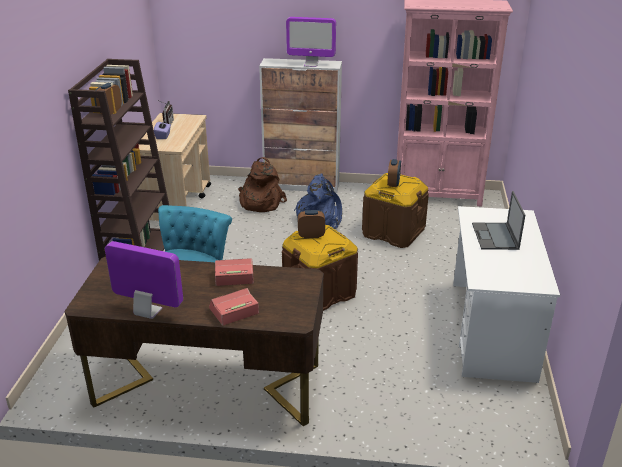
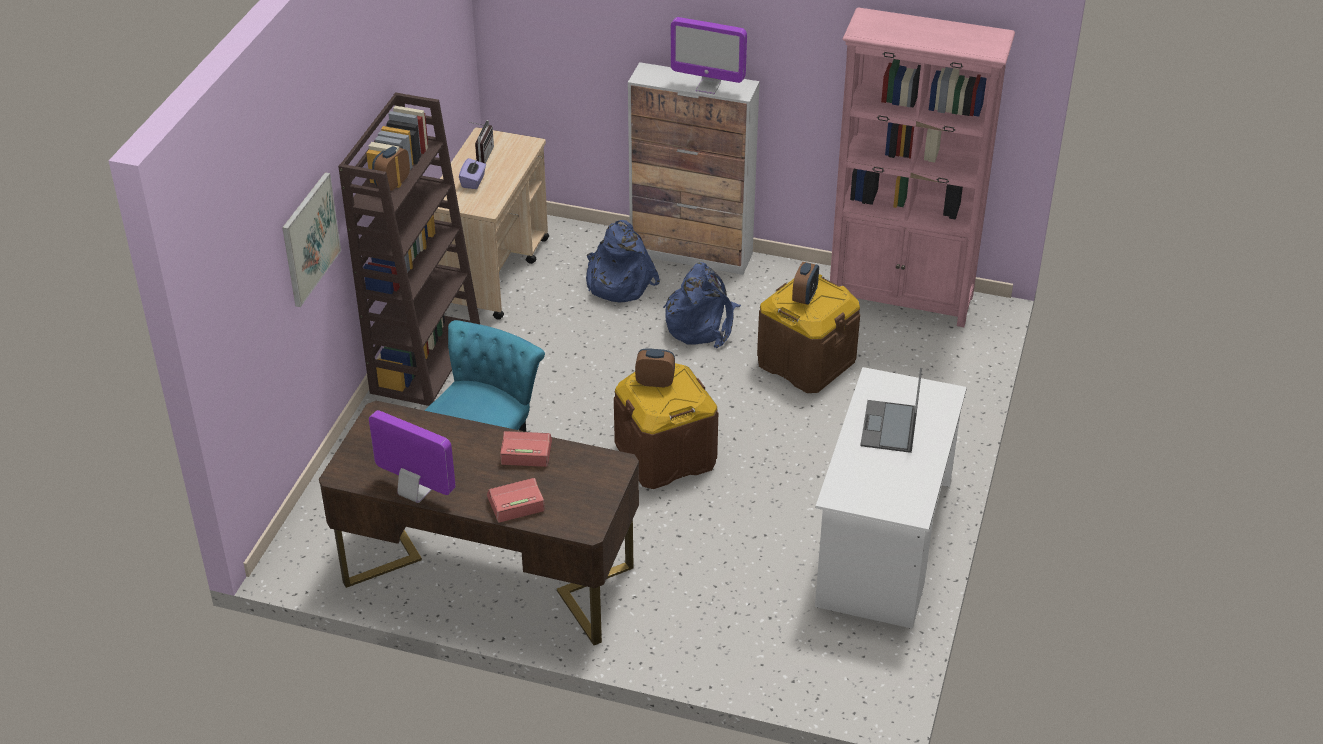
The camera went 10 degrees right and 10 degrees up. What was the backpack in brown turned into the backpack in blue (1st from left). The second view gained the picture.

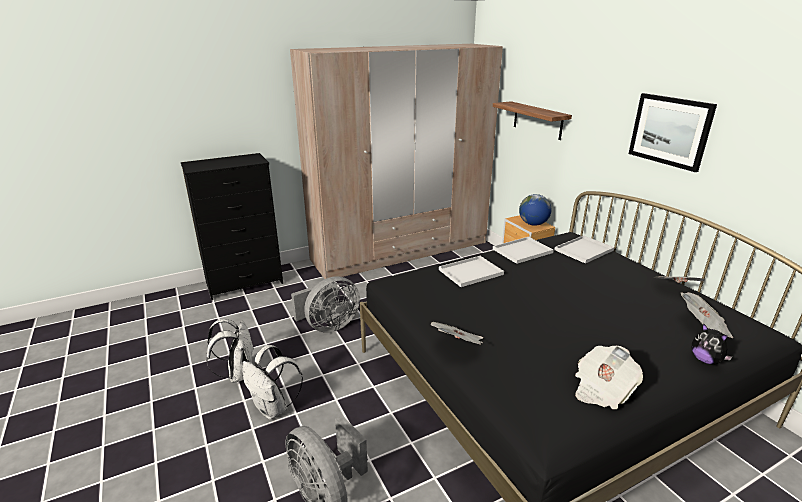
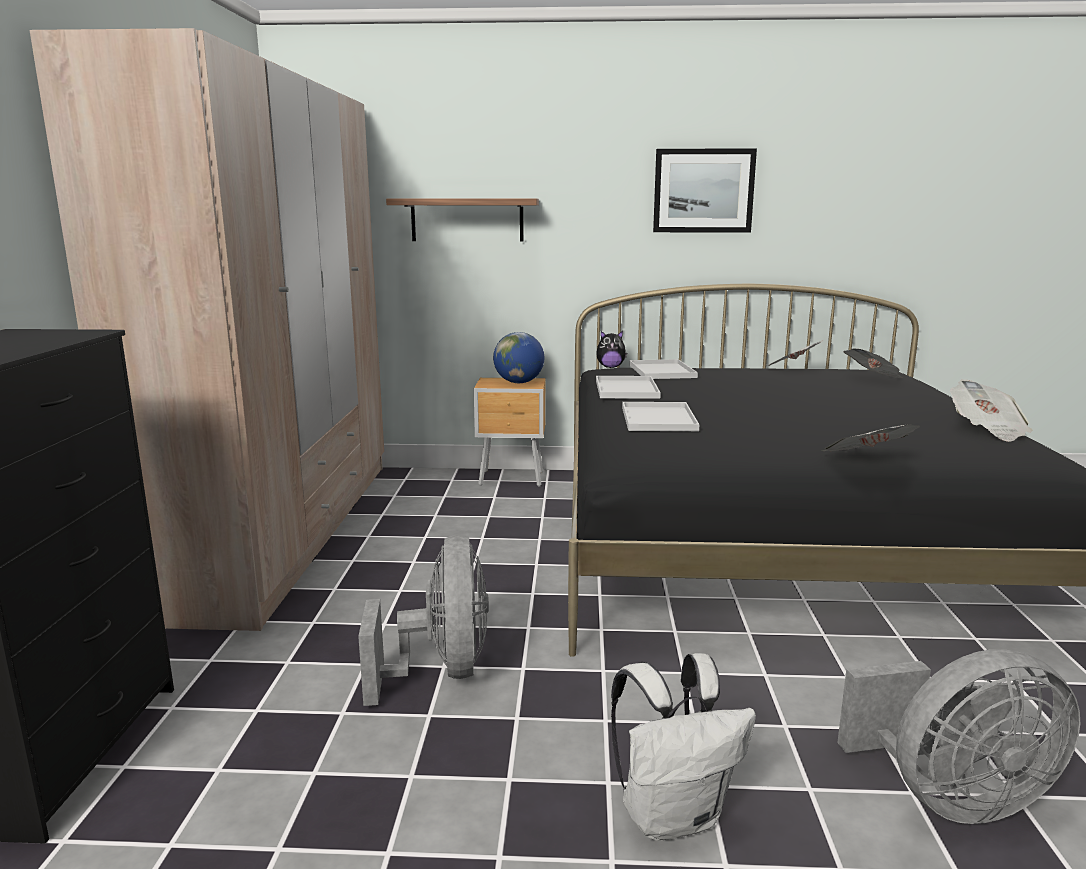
The camera went 60 degrees left and 10 degrees down. The second view lost the backpack in white (1st from left). The plush toy ended up elsewhere.

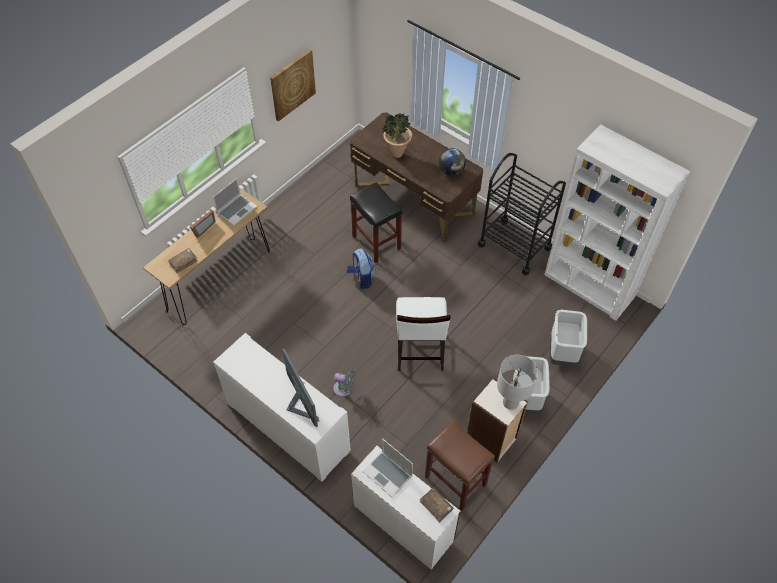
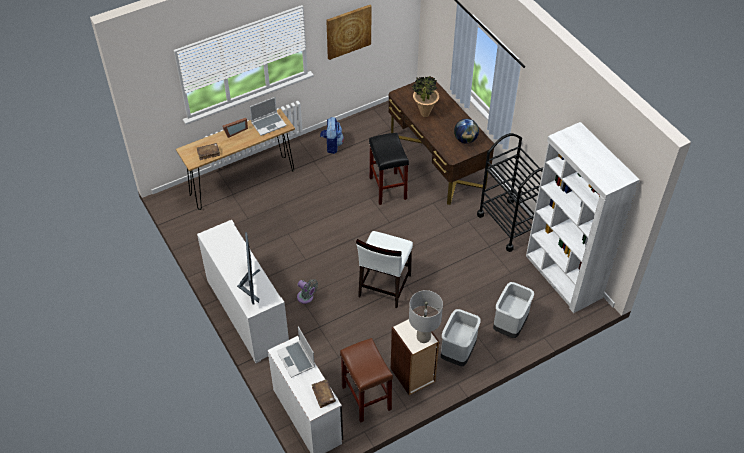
The camera went 20 degrees right and 5 degrees down. The backpack ended up elsewhere.

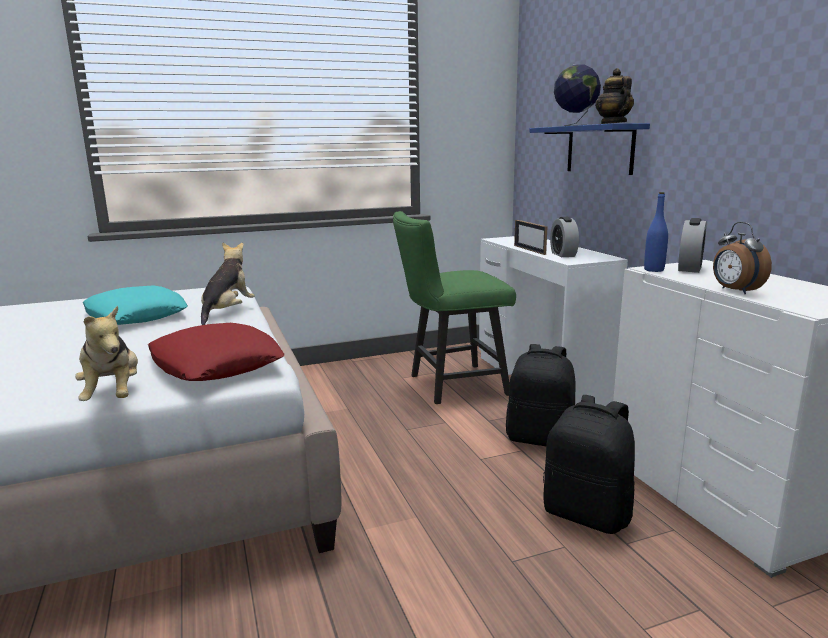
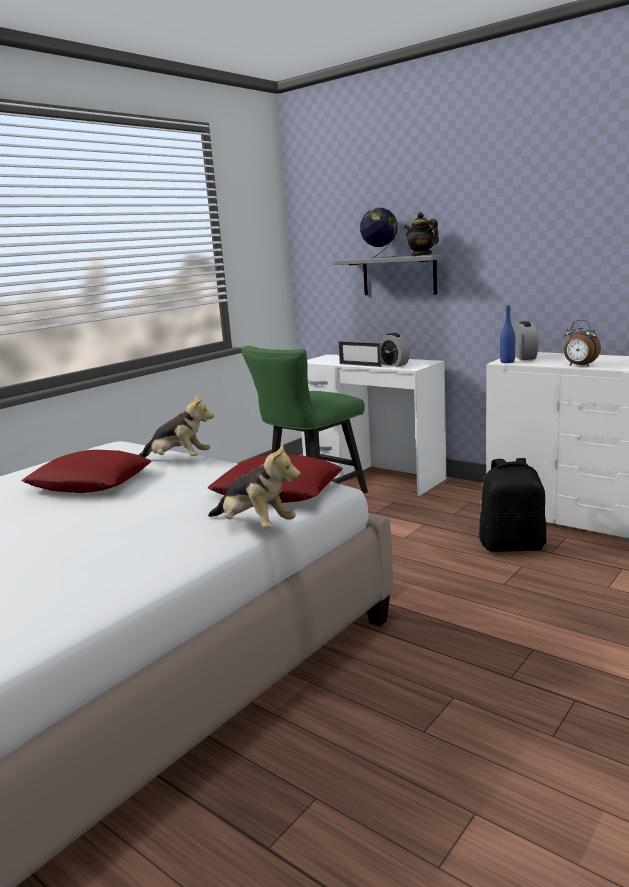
The camera went 30 degrees left and 0 degrees up. What was the shelf in blue turned into the shelf in grey. The plush toy (2nd from left in the first image) ended up facing another way, 120 degrees clockwise from before. What was the pillow in turquoise turned into the pillow in red (1st from left). The second view lost the backpack in black (1st from left).

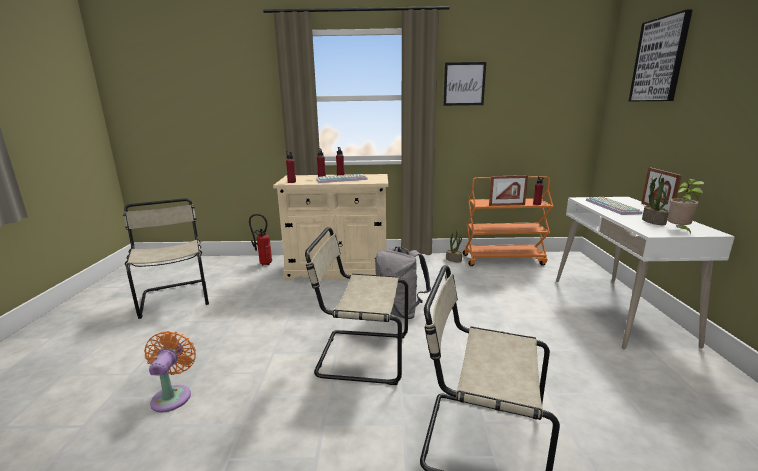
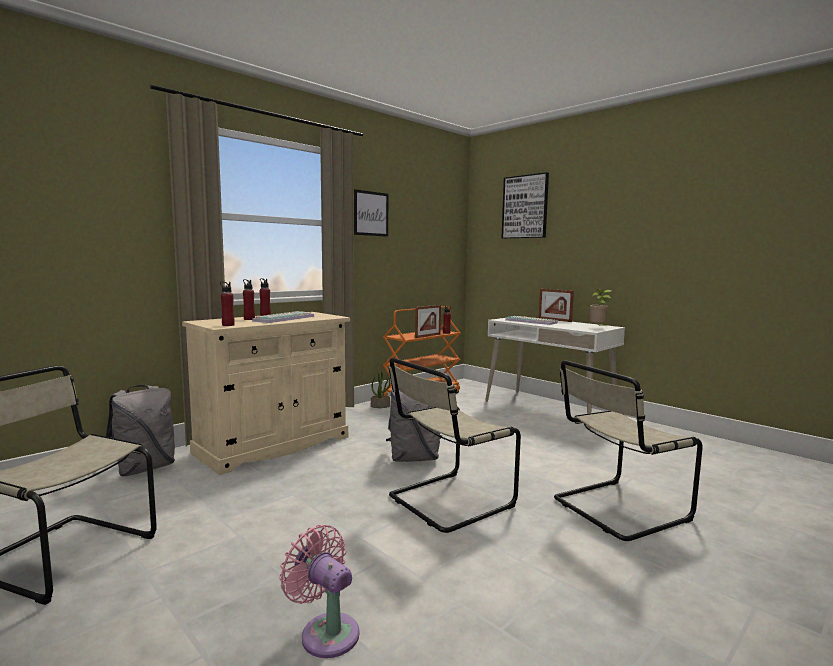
The camera went 45 degrees left and 10 degrees down. The second view lost the potted plant (2nd from left). Where the fire extinguisher stood, the backpack in grey (1st from left) came to stand. What was the fan in orange turned into the fan in pink.

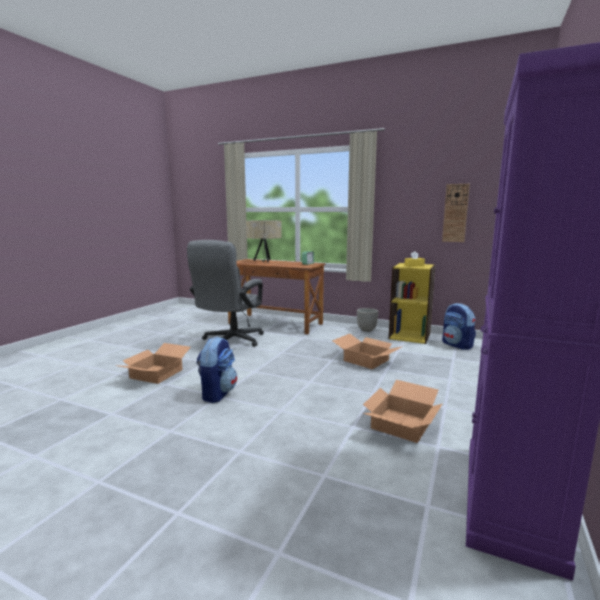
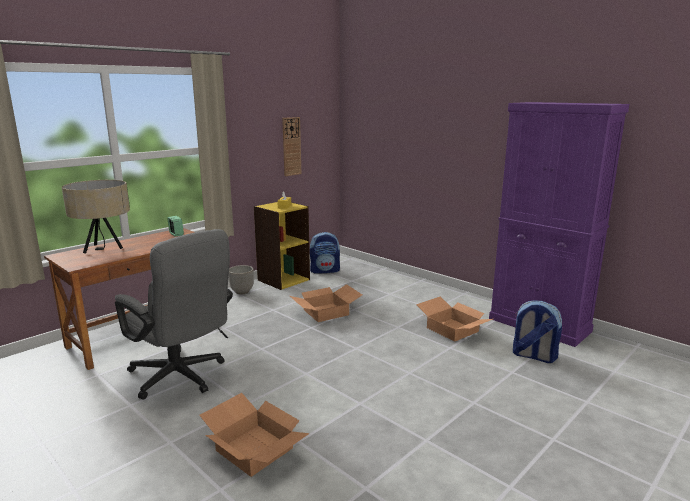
The camera went 70 degrees left and 5 degrees up. The backpack (1st from left in the first image) ended up elsewhere.

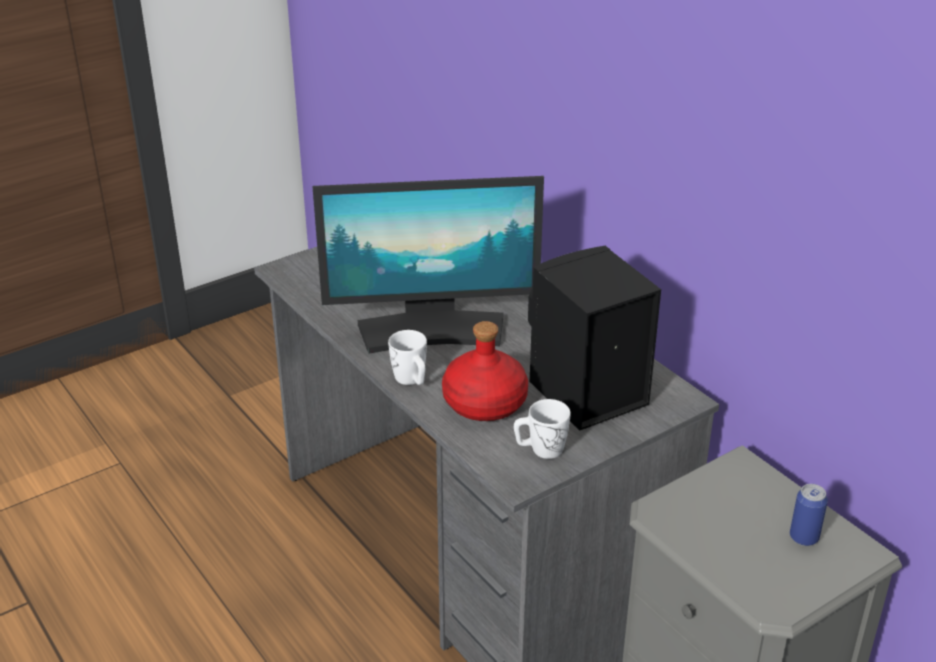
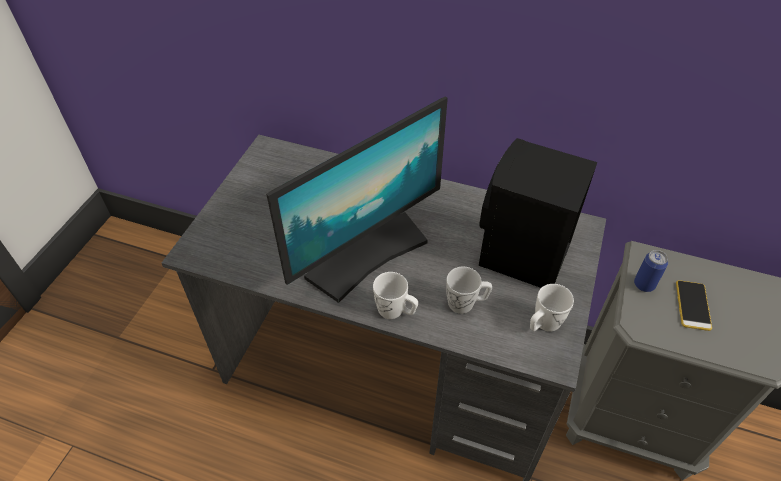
The camera went 35 degrees left and 15 degrees up. Where the bottle in red stood, the mug in white (2nd from left) came to stand. The can ended up elsewhere. The second view gained the phone.

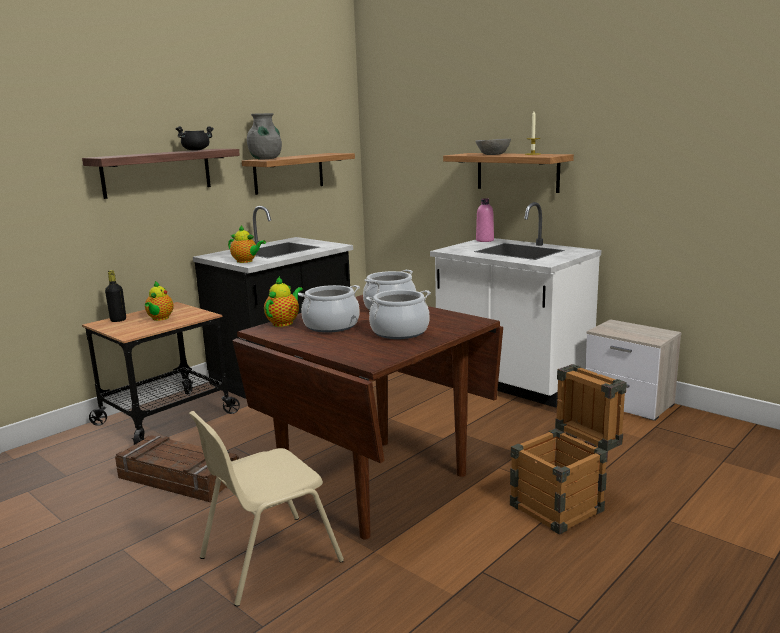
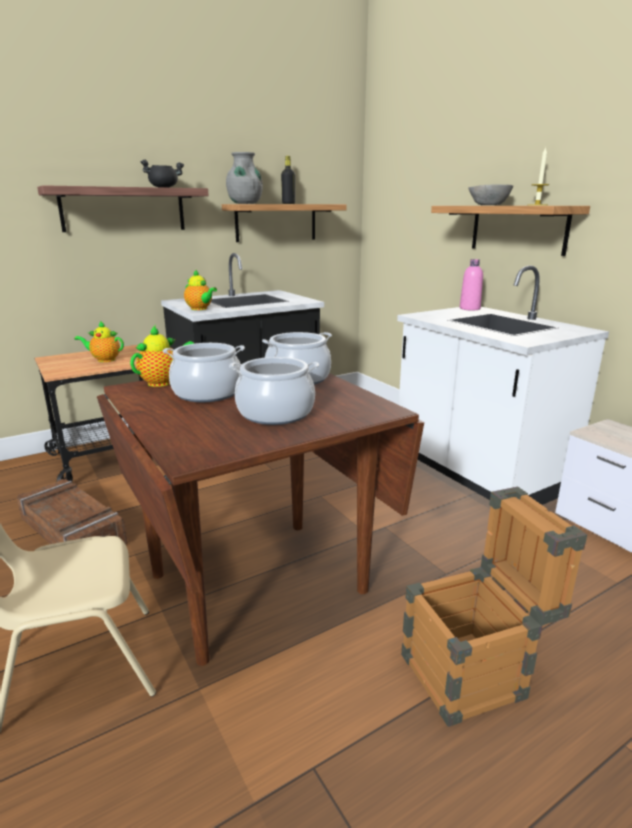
The camera went 15 degrees right and 5 degrees up. The bottle in black ended up elsewhere. The teapot (1st from left) ended up facing another way, 75 degrees clockwise from before.

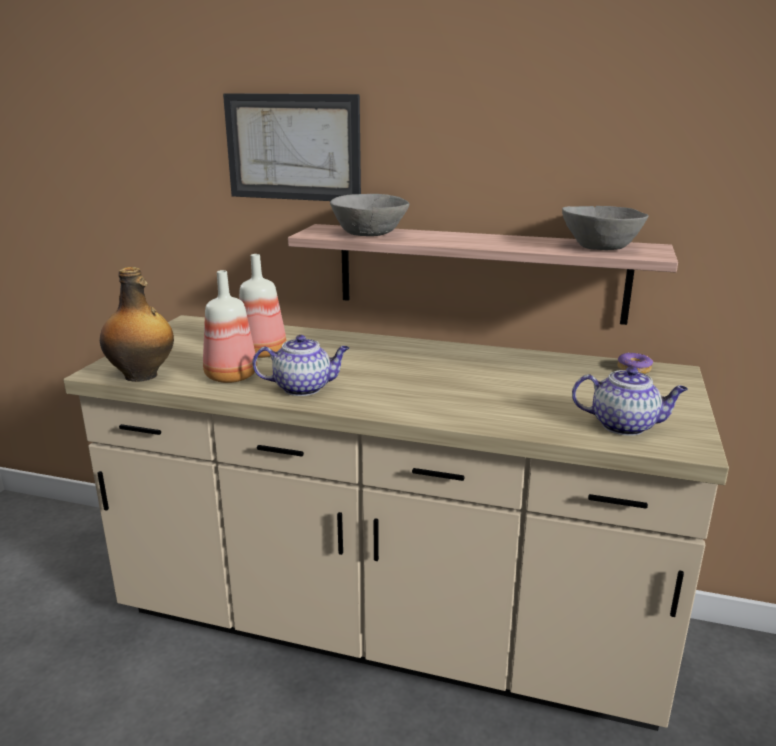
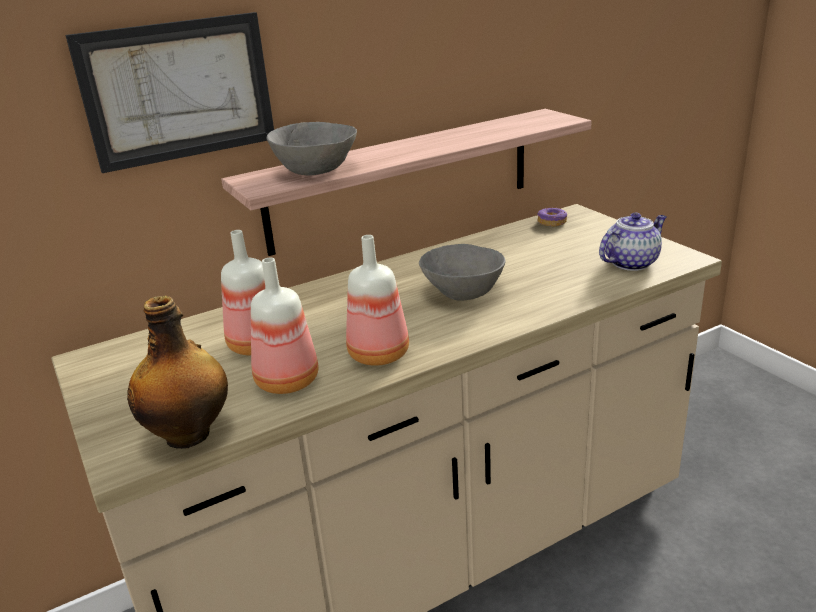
The camera went 45 degrees left and 5 degrees up. The bowl in grey (2nd from left) ended up elsewhere. Where the teapot (1st from left) stood, the bottle (4th from left) came to stand.

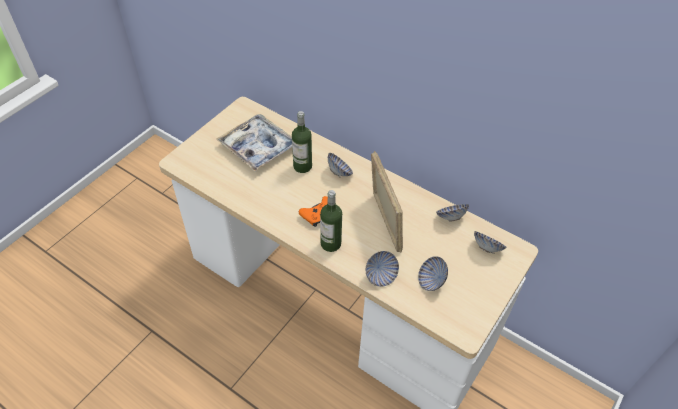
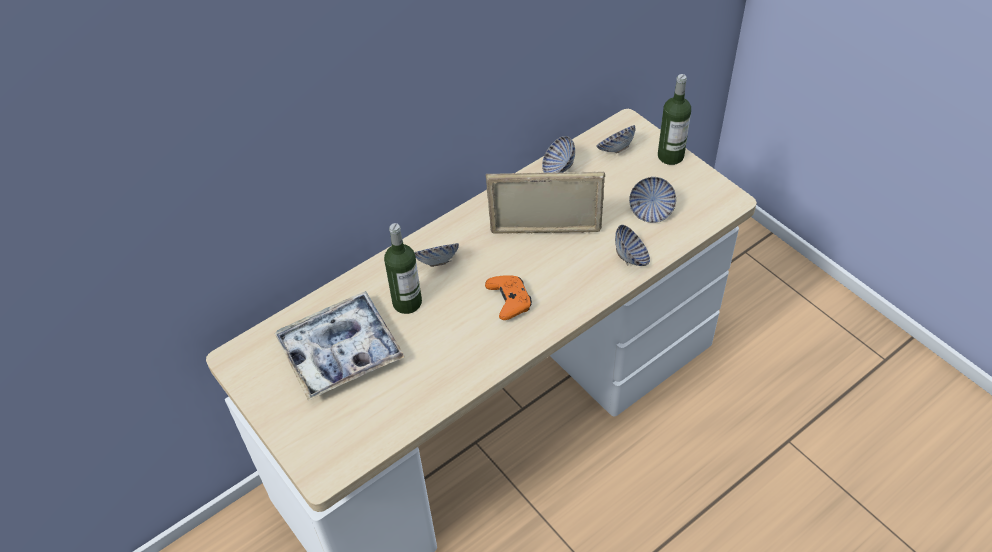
The camera went 70 degrees left and 0 degrees up. The bottle (2nd from left) ended up elsewhere.

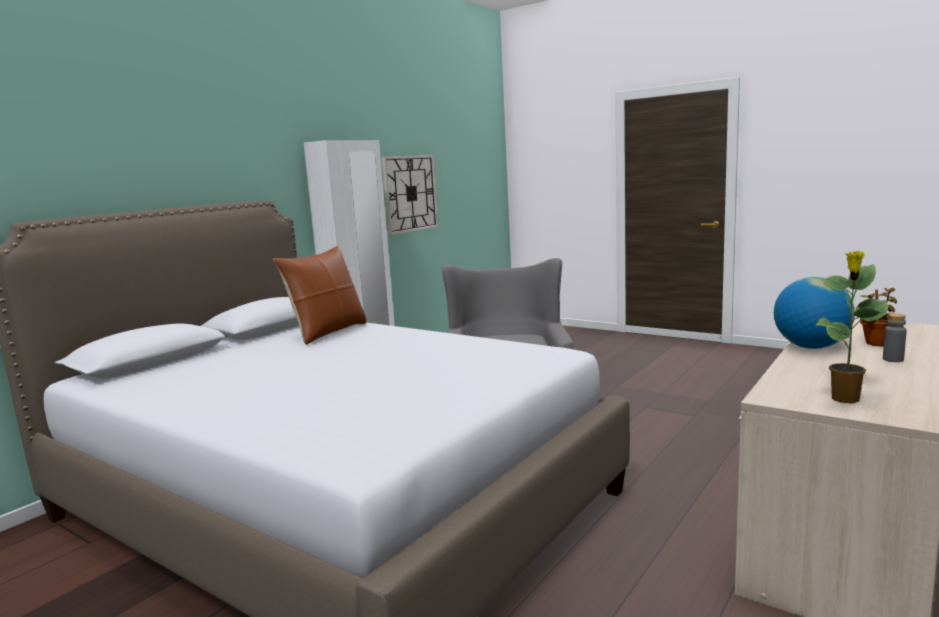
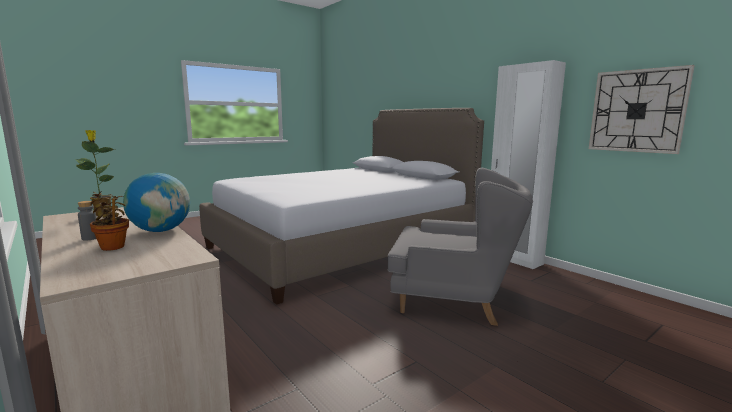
The camera went 105 degrees right and 0 degrees up. The second view lost the pillow in brown.

